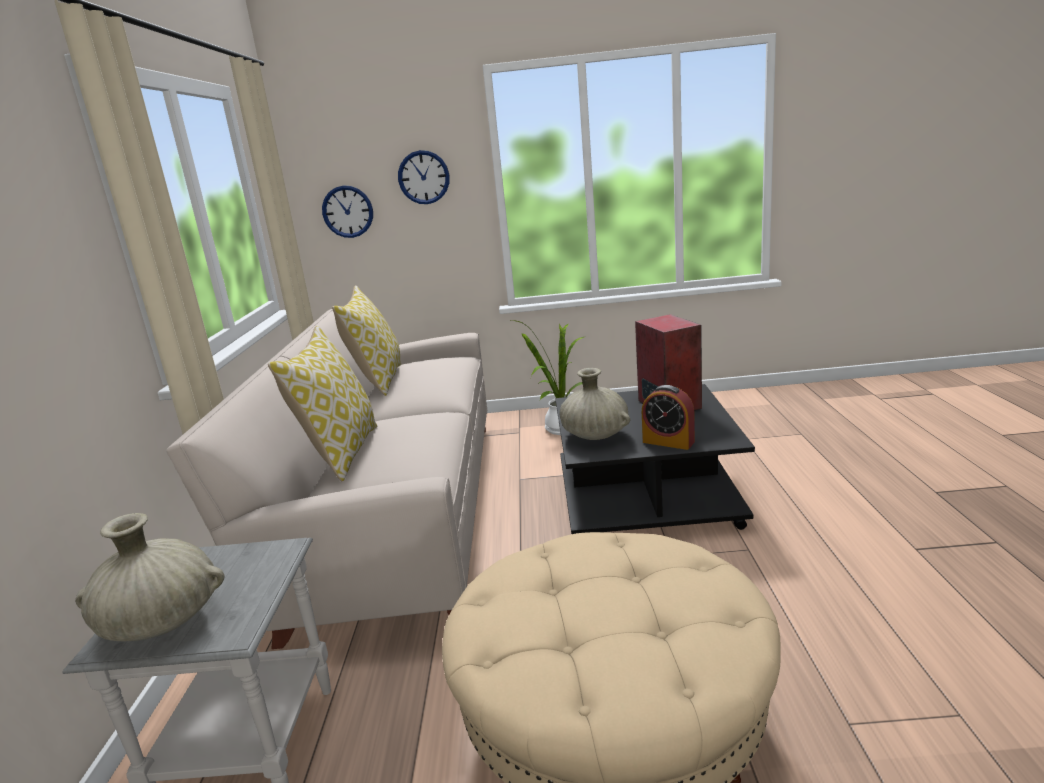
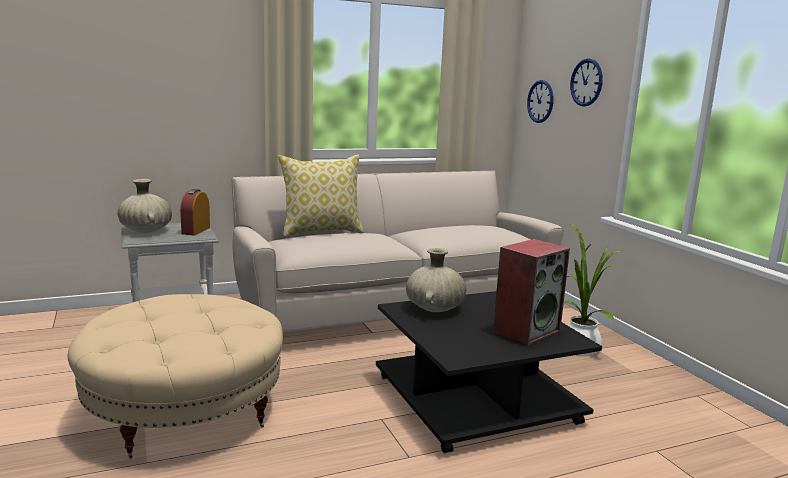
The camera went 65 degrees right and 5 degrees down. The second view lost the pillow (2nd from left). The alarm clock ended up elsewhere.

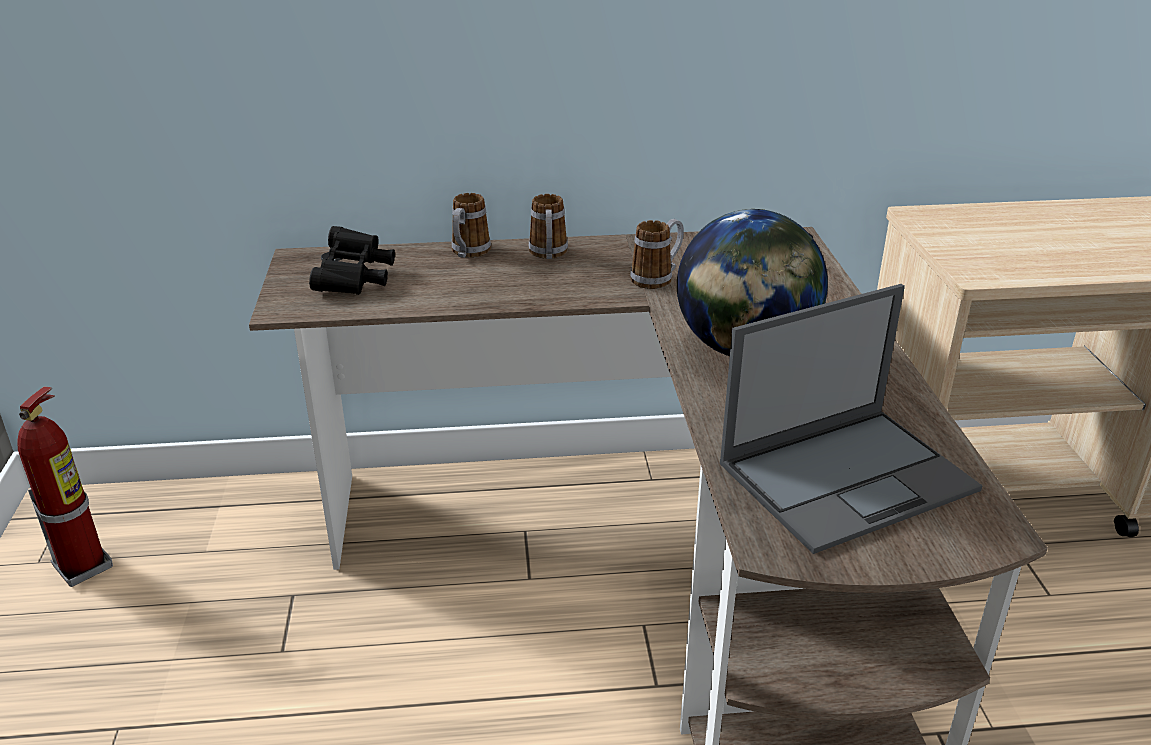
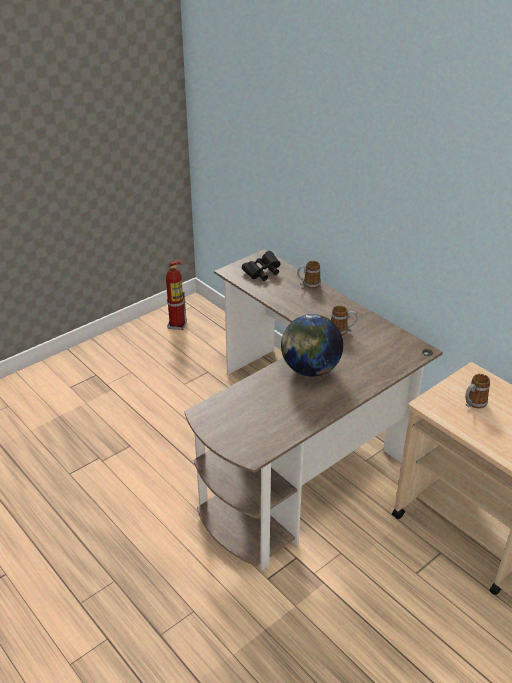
The camera went 55 degrees right and 5 degrees up. The mug (2nd from left in the first image) ended up elsewhere. The second view lost the laptop.

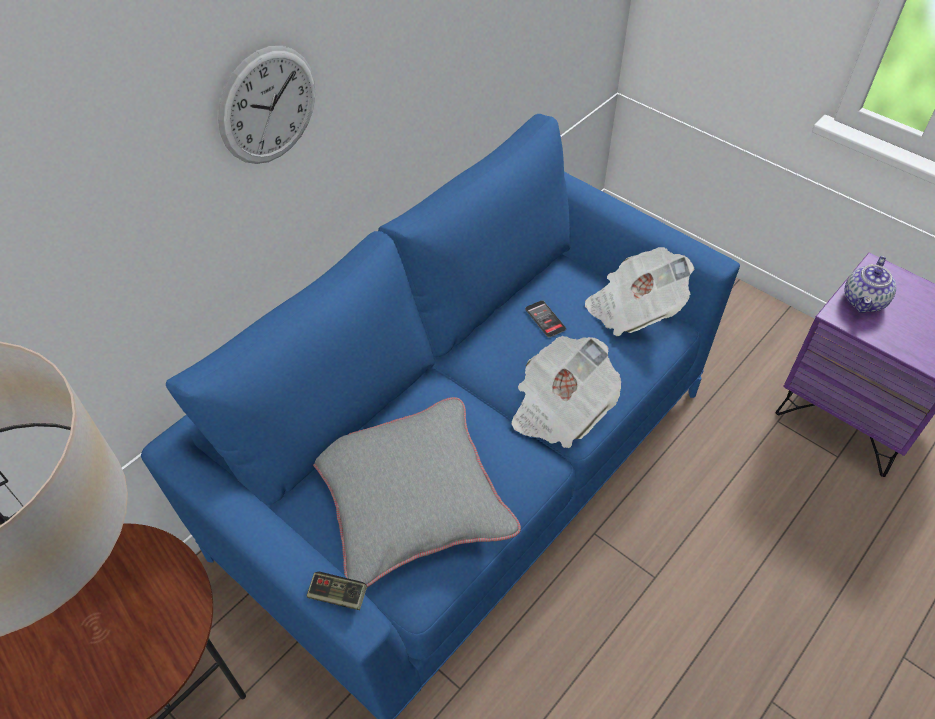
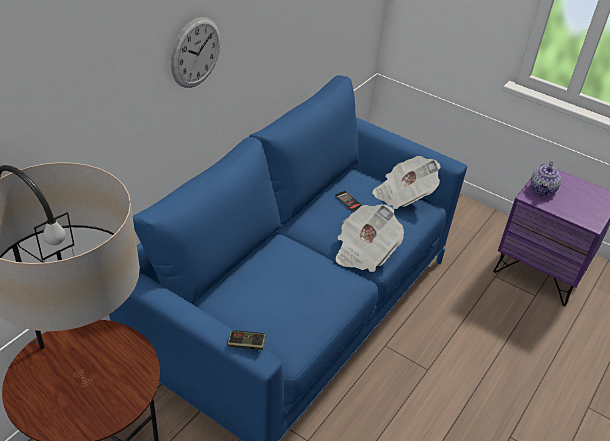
The camera went 10 degrees left and 10 degrees down. The second view lost the pillow in grey.

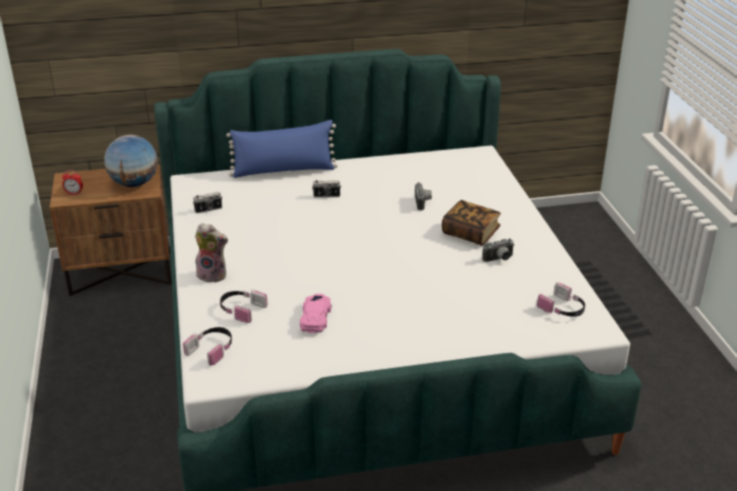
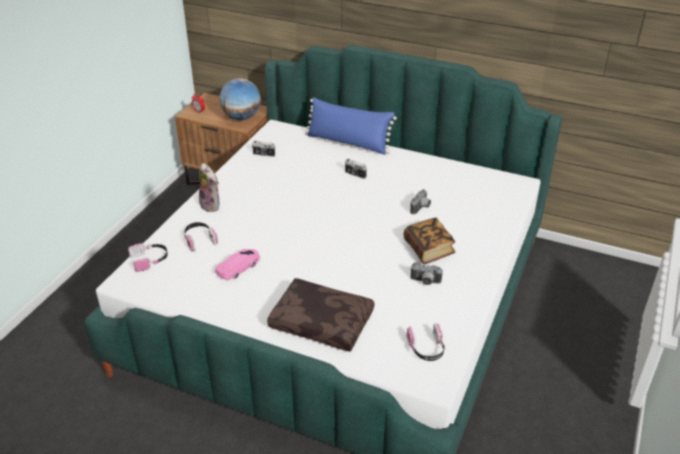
The camera went 35 degrees right and 5 degrees up. The second view gained the pillow in brown.

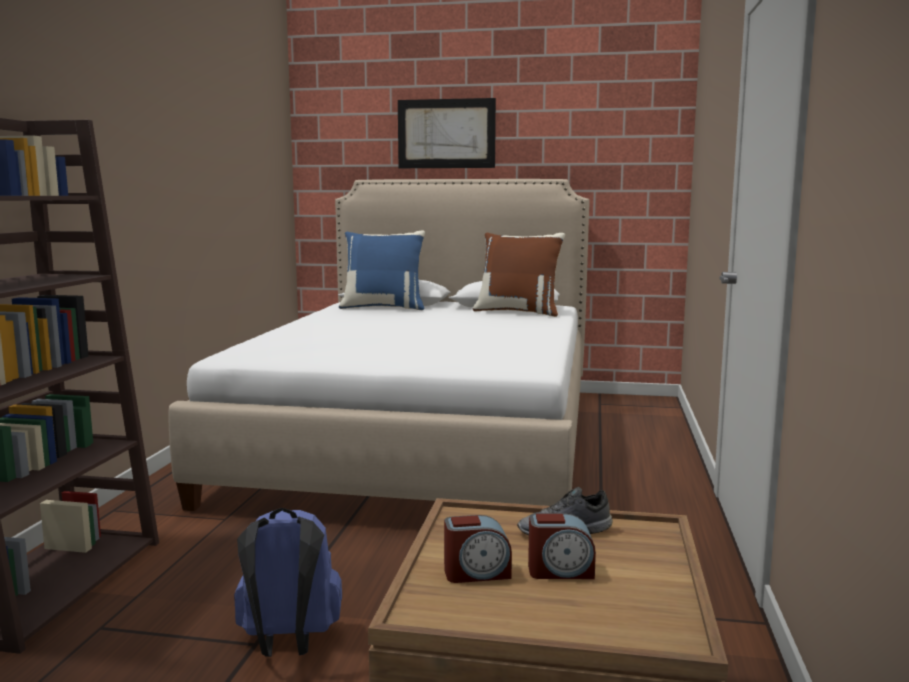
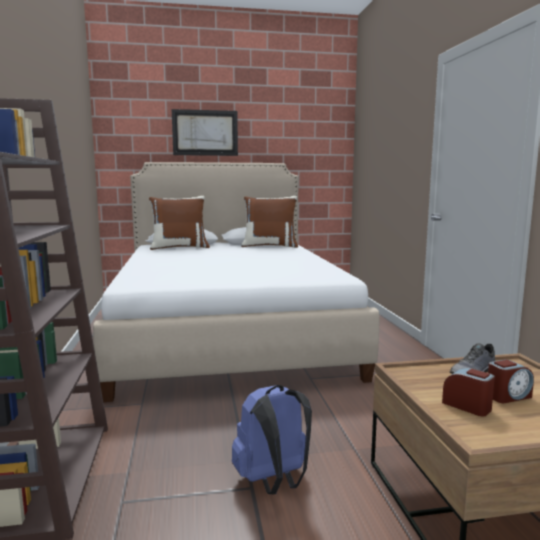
The camera went 20 degrees left and 0 degrees up. What was the pillow in blue turned into the pillow in brown (1st from left). The alarm clock (1st from left) ended up facing another way, 105 degrees counterclockwise from before.

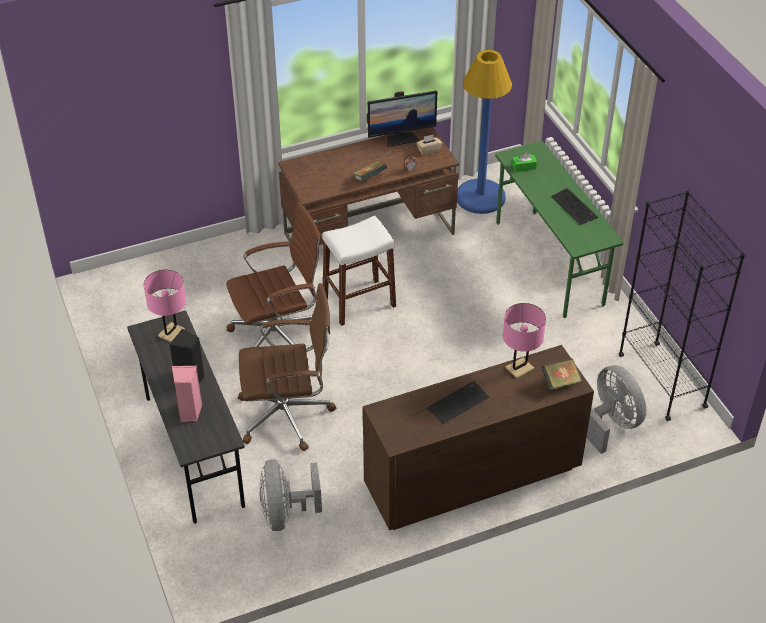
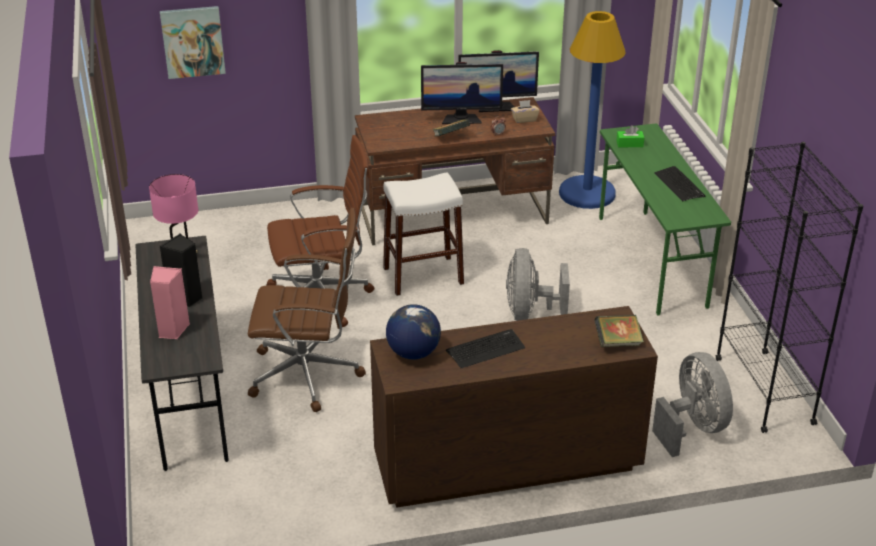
The camera went 10 degrees right and 10 degrees down. The second view lost the table lamp in pink (2nd from left). The fan in grey (1st from left) ended up elsewhere. The second view gained the picture. The second view gained the monitor (1st from left). The second view gained the globe.

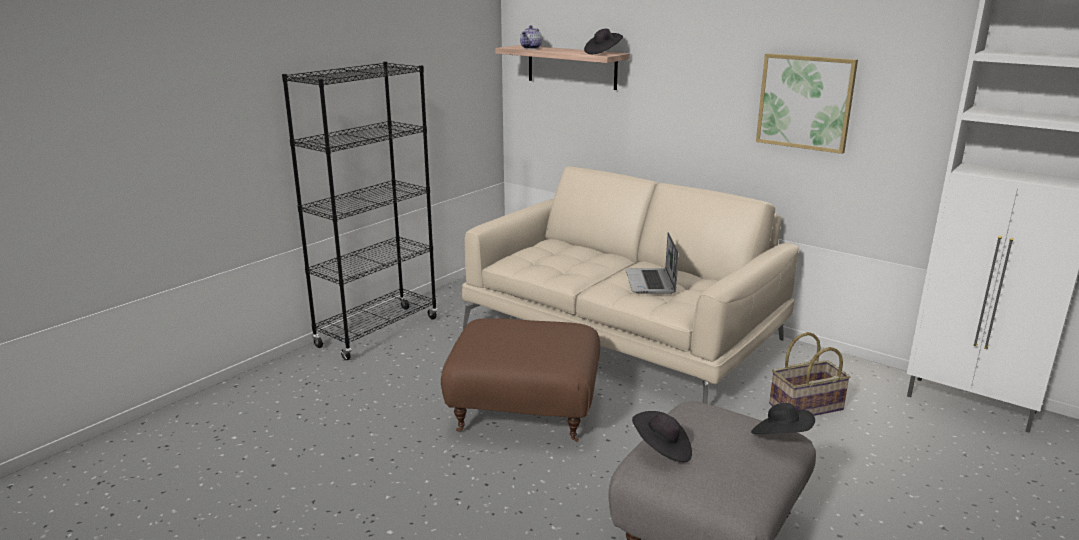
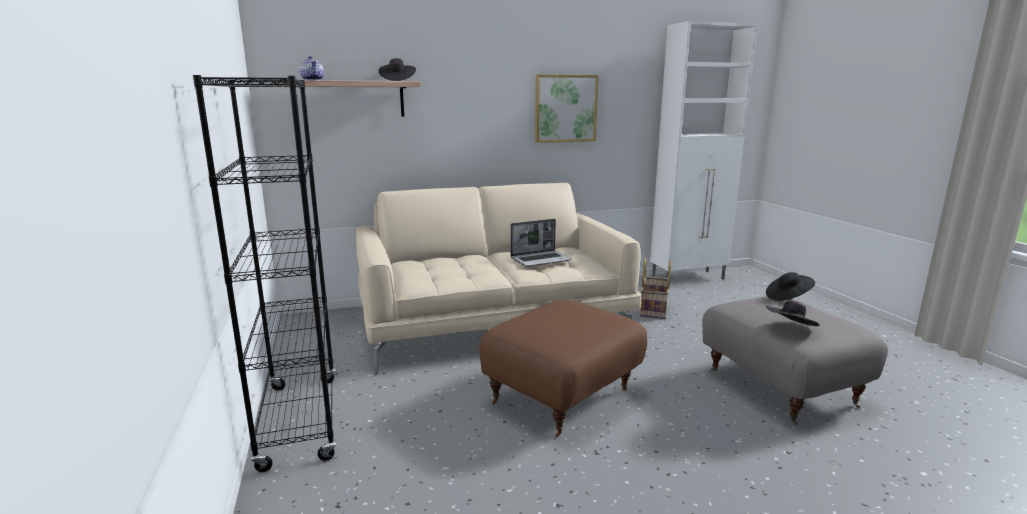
The camera went 55 degrees left and 5 degrees down. The laptop ended up facing another way, 60 degrees counterclockwise from before.

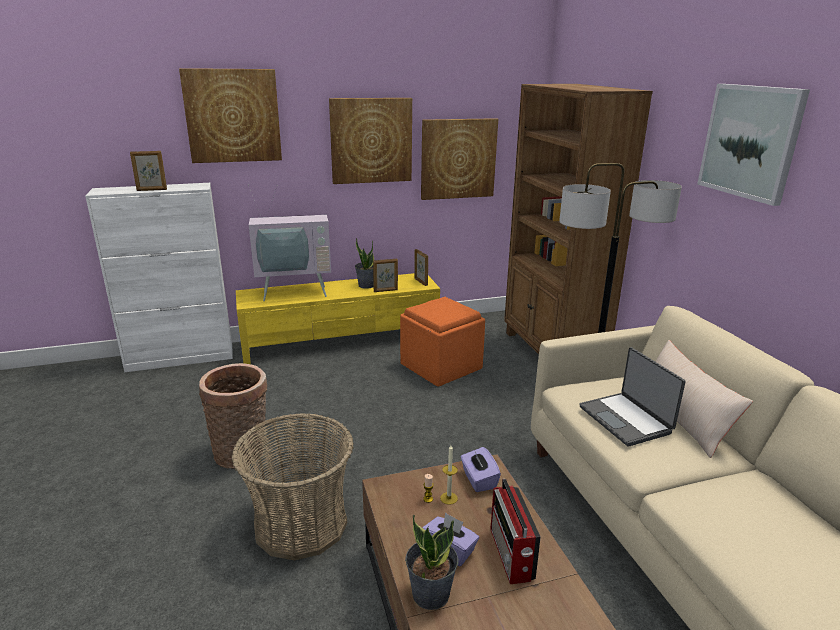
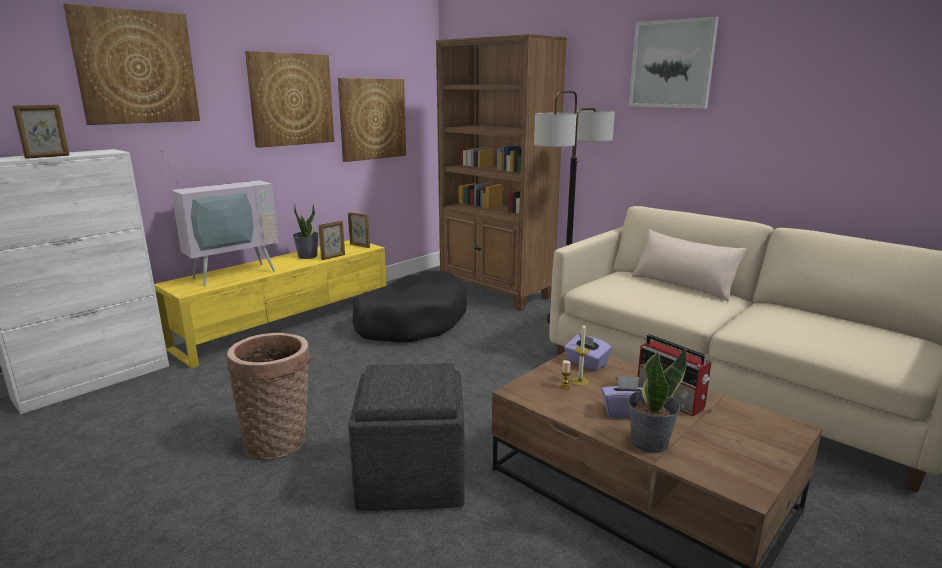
The camera went 30 degrees left and 5 degrees down. Where the ottoman in orange stood, the dog bed in black came to stand. The second view lost the laptop. Where the basket (2nd from left) stood, the ottoman in grey came to stand.

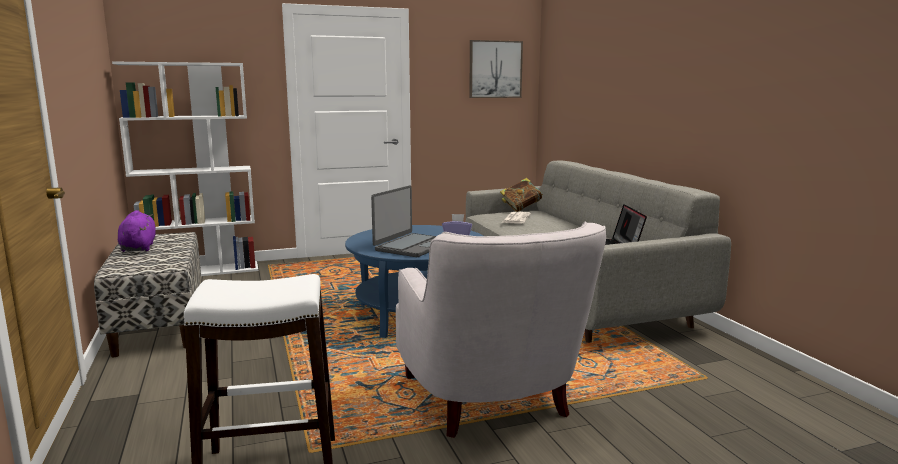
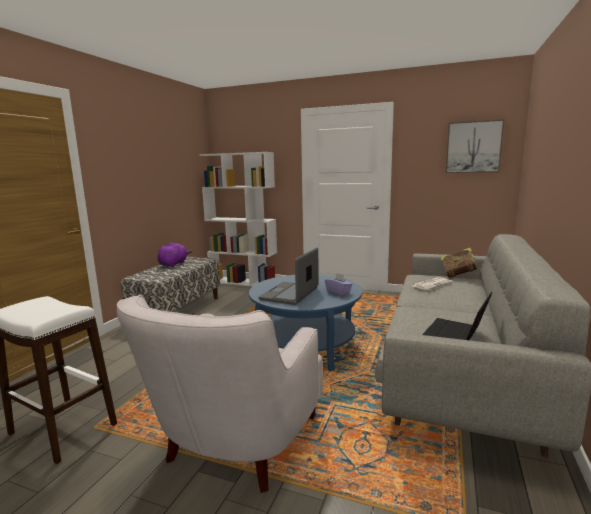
The camera went 40 degrees right and 0 degrees up. The laptop (1st from left) ended up facing another way, 135 degrees clockwise from before.

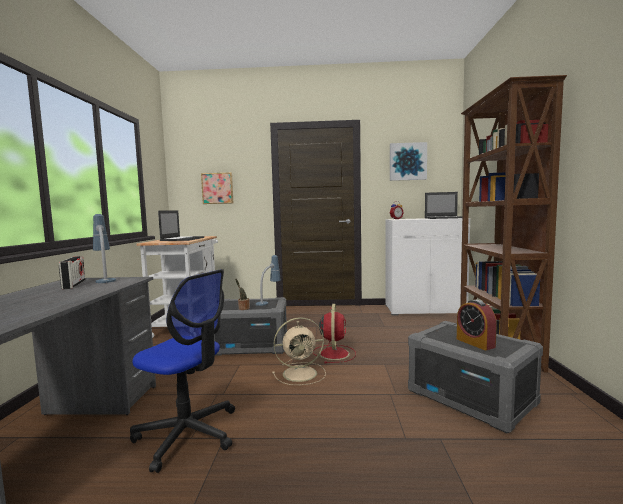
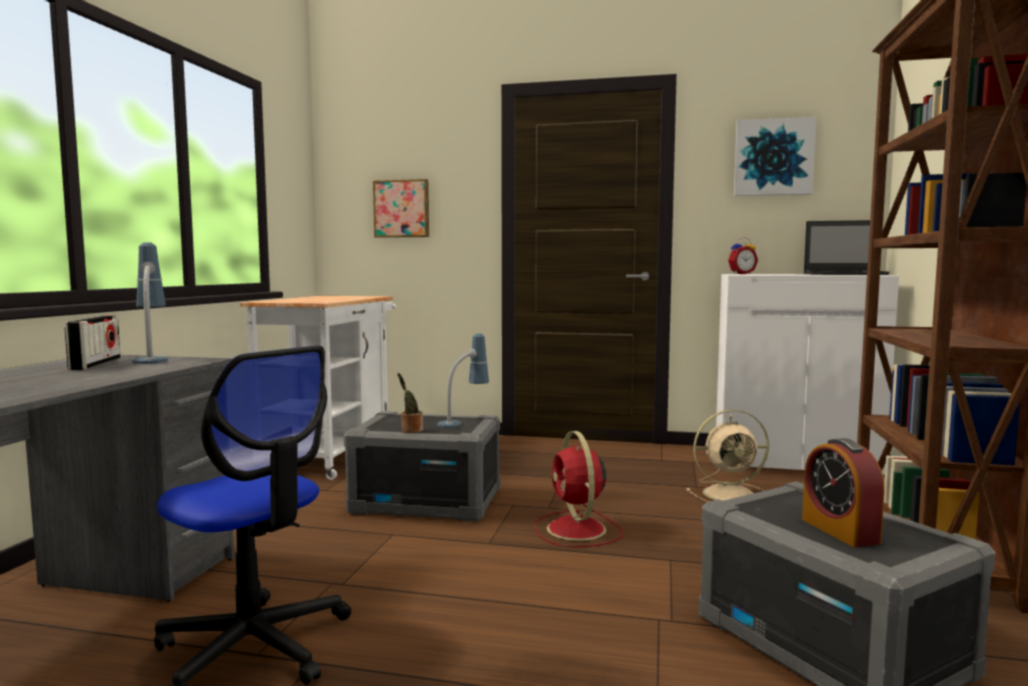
The camera went 10 degrees right and 0 degrees up. The second view lost the laptop (1st from left). The fan in red ended up facing another way, 150 degrees clockwise from before. The fan in beige ended up elsewhere.

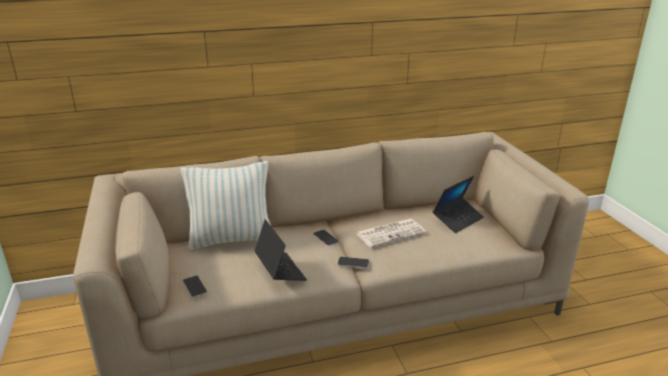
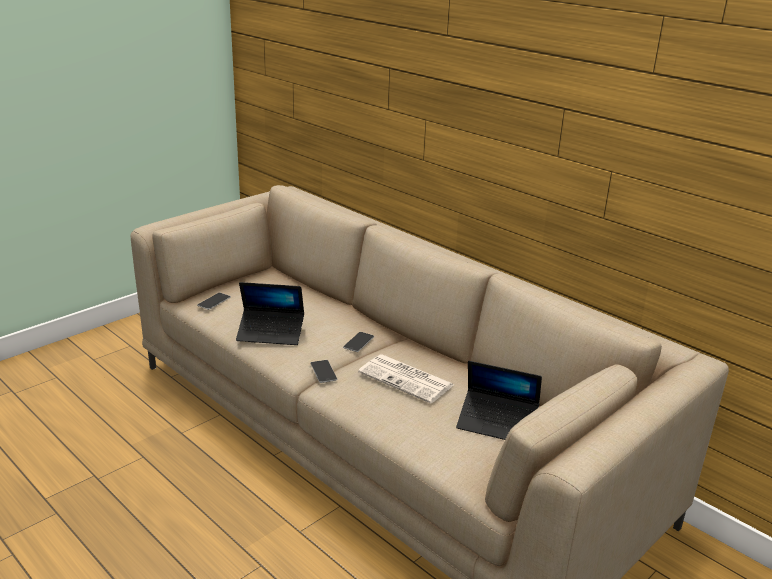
The camera went 60 degrees right and 0 degrees up. The second view lost the pillow. The laptop (1st from left) ended up facing another way, 60 degrees clockwise from before.

